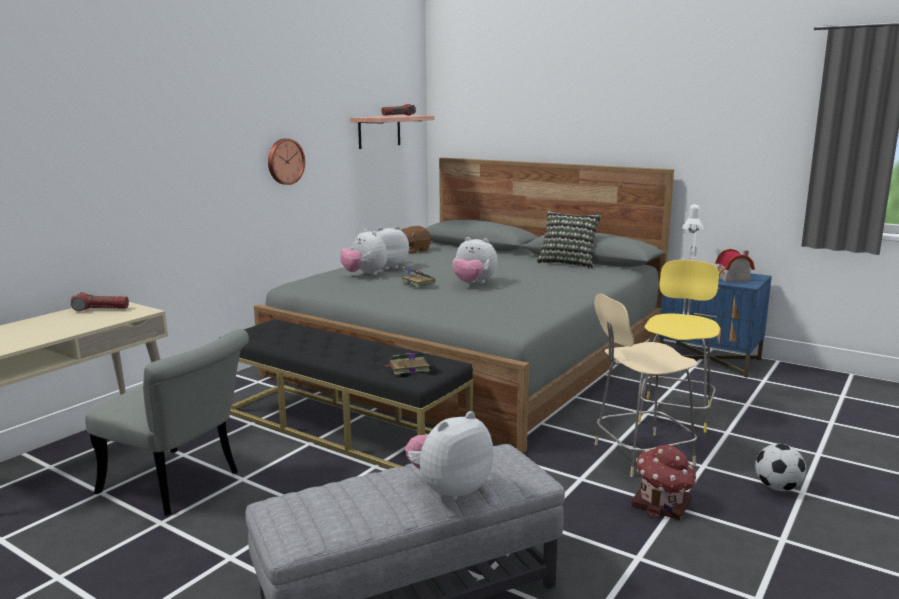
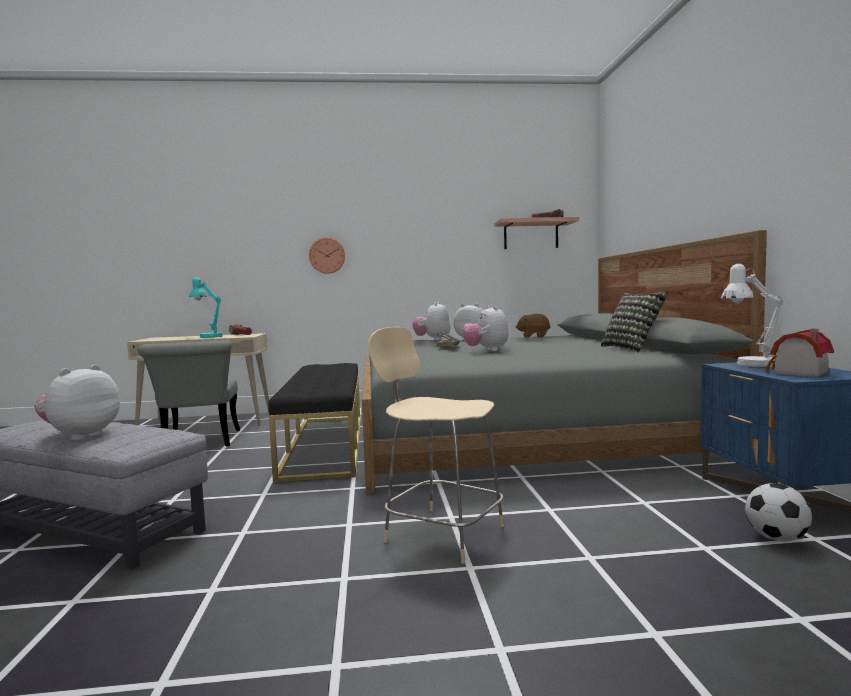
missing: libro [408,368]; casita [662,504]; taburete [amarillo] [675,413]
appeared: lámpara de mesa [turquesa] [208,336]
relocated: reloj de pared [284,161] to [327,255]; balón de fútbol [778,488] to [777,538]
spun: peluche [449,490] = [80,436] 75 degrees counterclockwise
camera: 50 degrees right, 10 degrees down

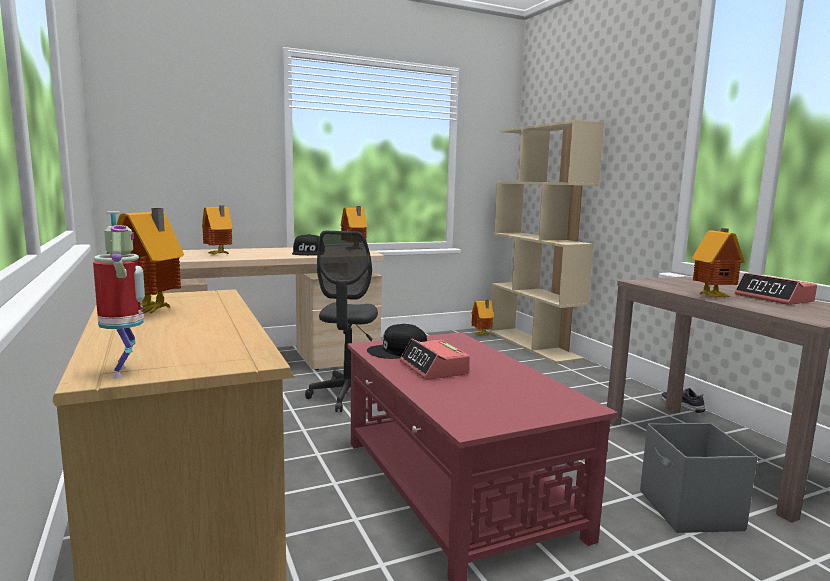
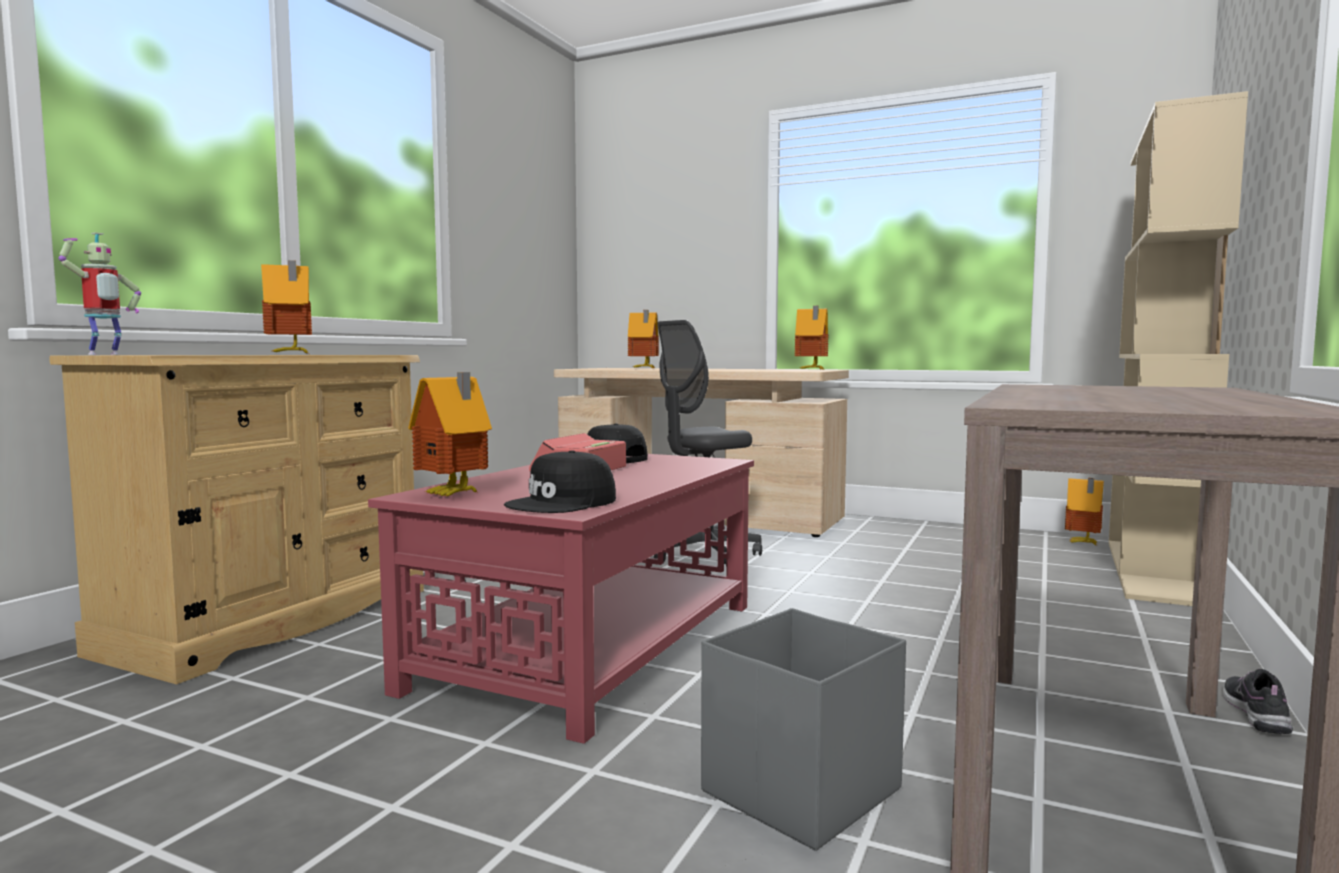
missing: despertador [774,298]
relocated: gorra [negro] [309,253] to [563,503]; casita [714,297] to [454,496]
camera: 50 degrees right, 5 degrees down

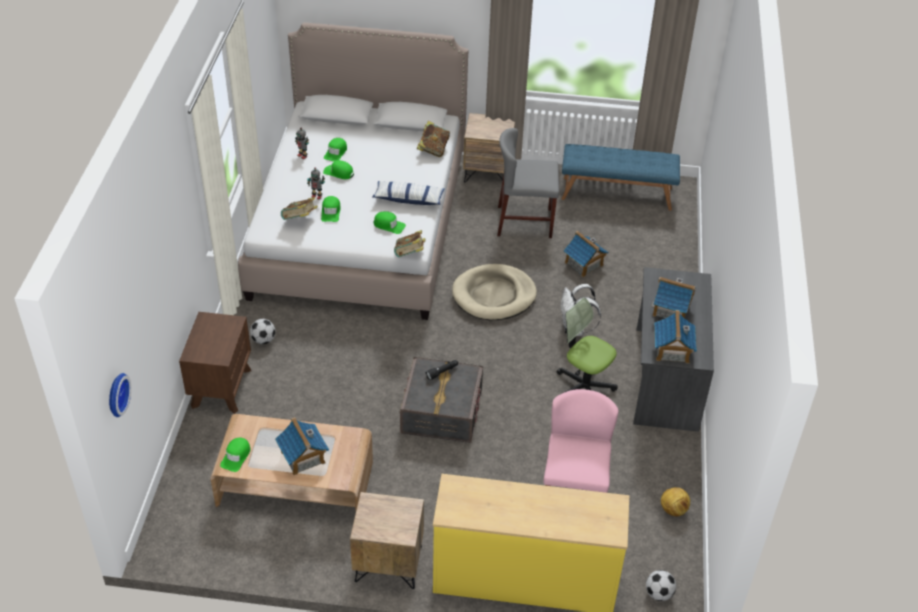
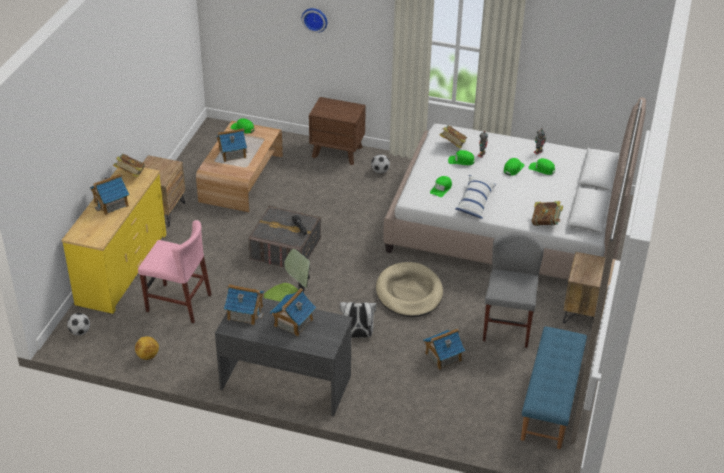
appeared: casita [111,203]
relocated: reloj de pared [116,394] to [315,19]; libro [410,255] to [130,174]
camera: 100 degrees right, 5 degrees down

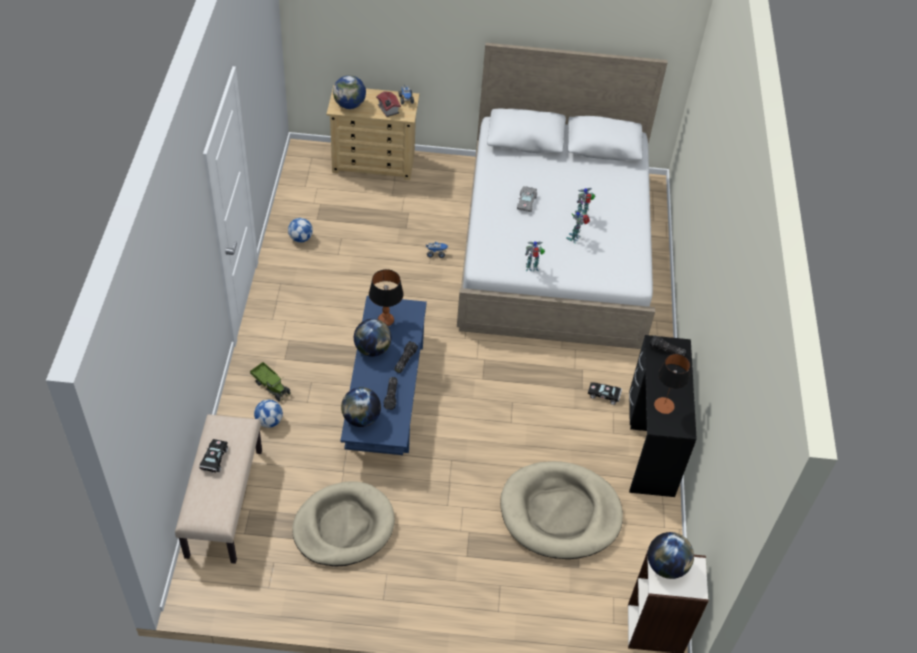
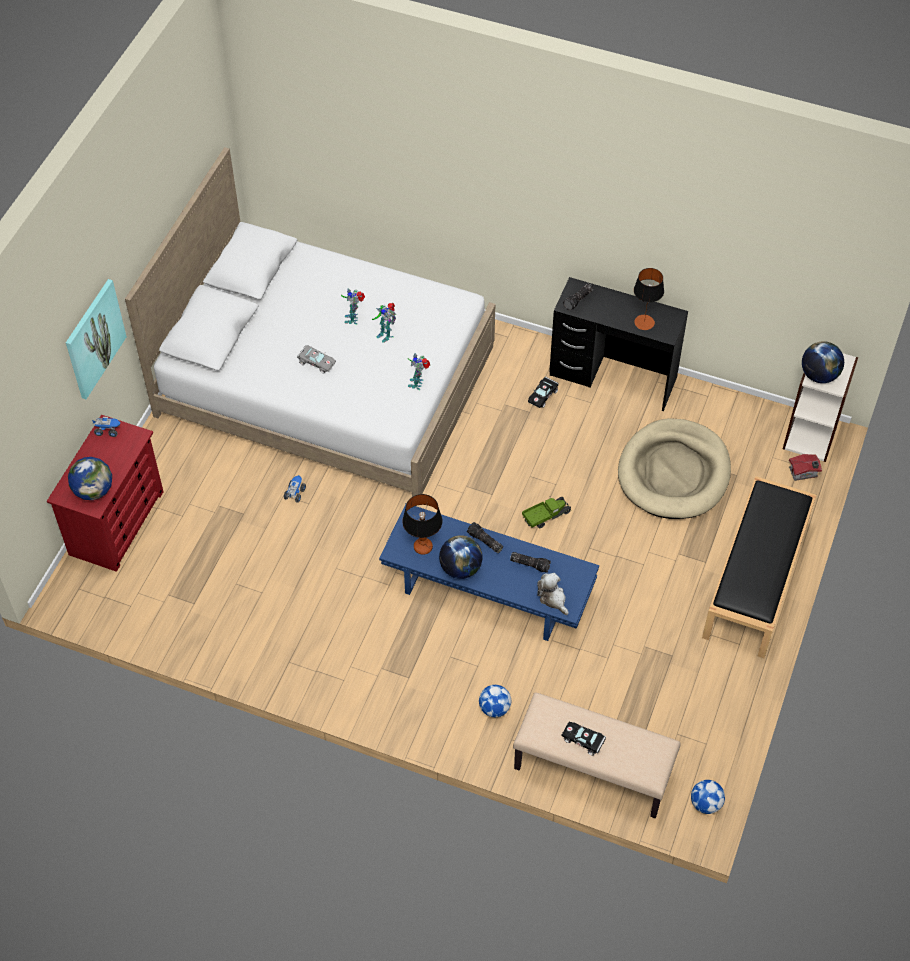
missing: cama para perro [beis] [343,526]
appeared: cuadro [94,338]; banco [negro] [756,581]
relocated: camión de juguete [271,386] to [546,516]; balón de fútbol [301,238] to [705,803]; casita [388,110] to [804,472]
exchanged: globo terráqueo [361,418] to peluche [553,598]
colour: cómoda [beis] [374,163] to cómoda [rojo] [117,522]
camera: 70 degrees left, 5 degrees up

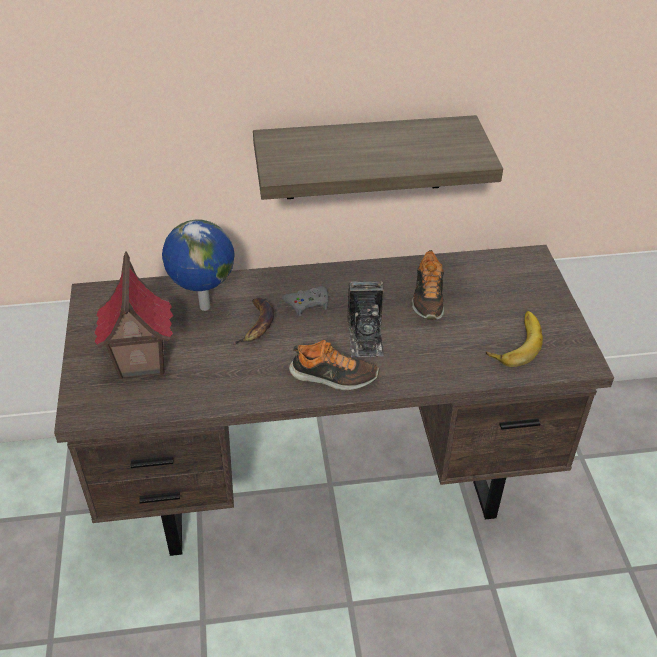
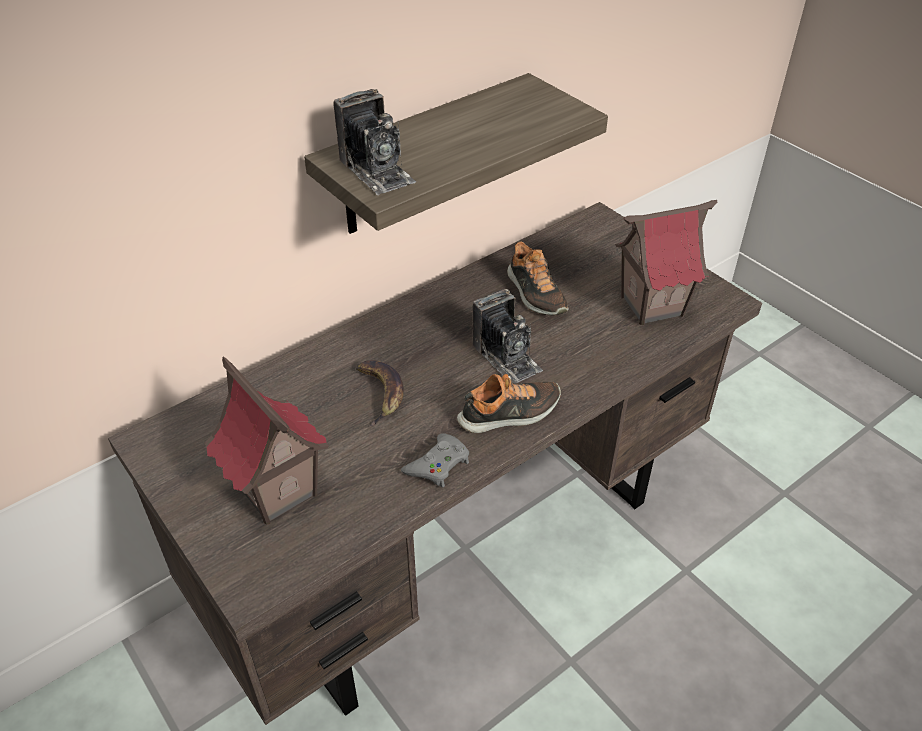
missing: globo terráqueo [203,307]
appeared: cámara [377,170]
relocated: mando de consola [gris] [307,303] to [438,465]
exchanged: plátano [514,342] to casita [651,305]
camera: 30 degrees left, 0 degrees up

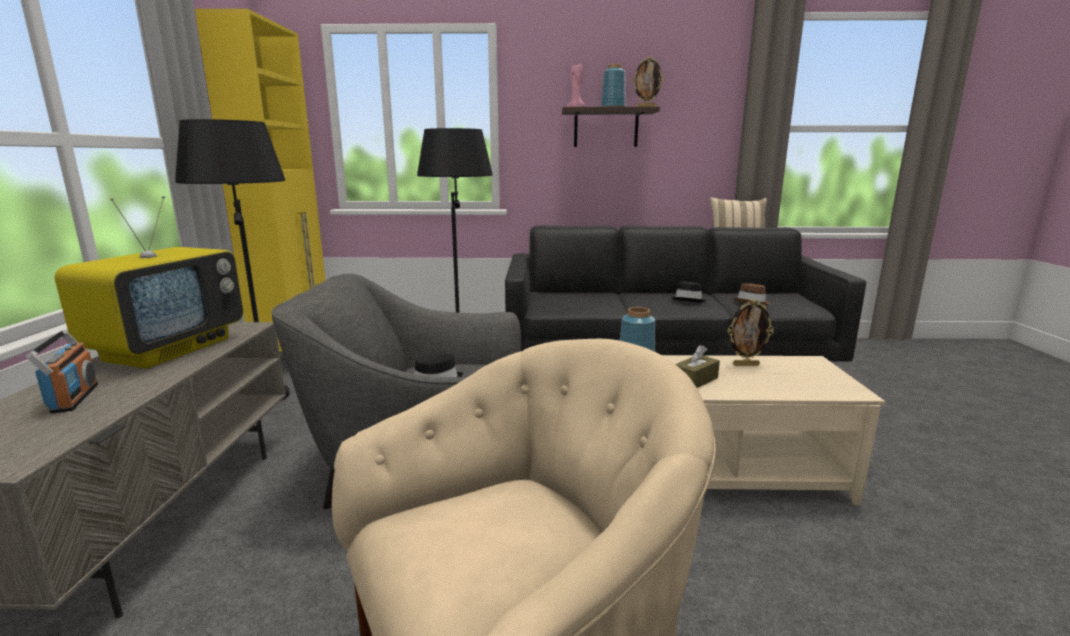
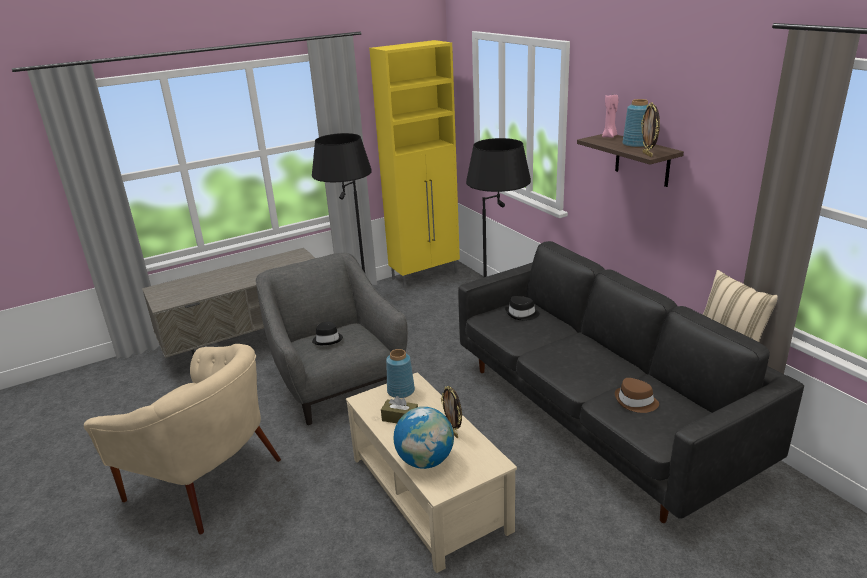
missing: radio [73,398]; televisor [169,349]
appeared: globo terráqueo [425,460]
relocated: sombrero [negro] [688,300] to [522,314]
camera: 60 degrees right, 10 degrees up

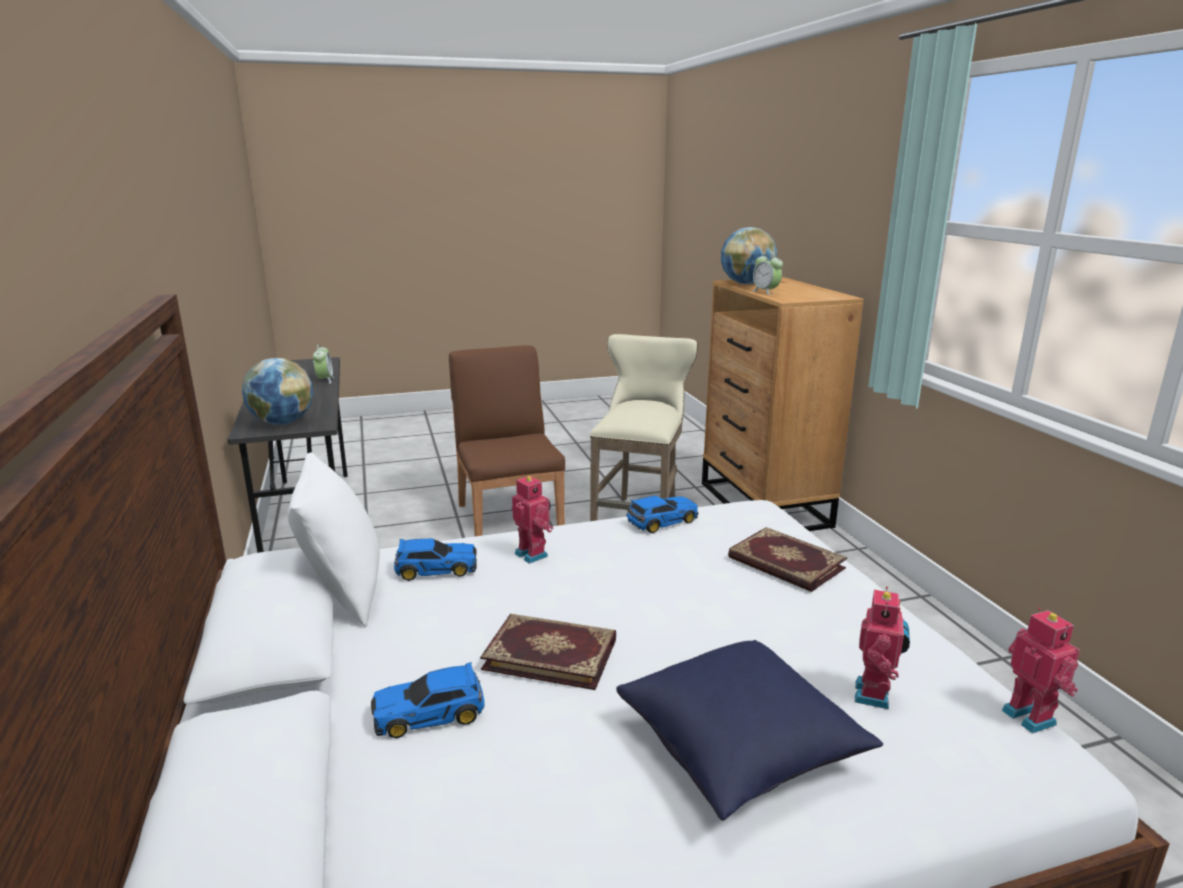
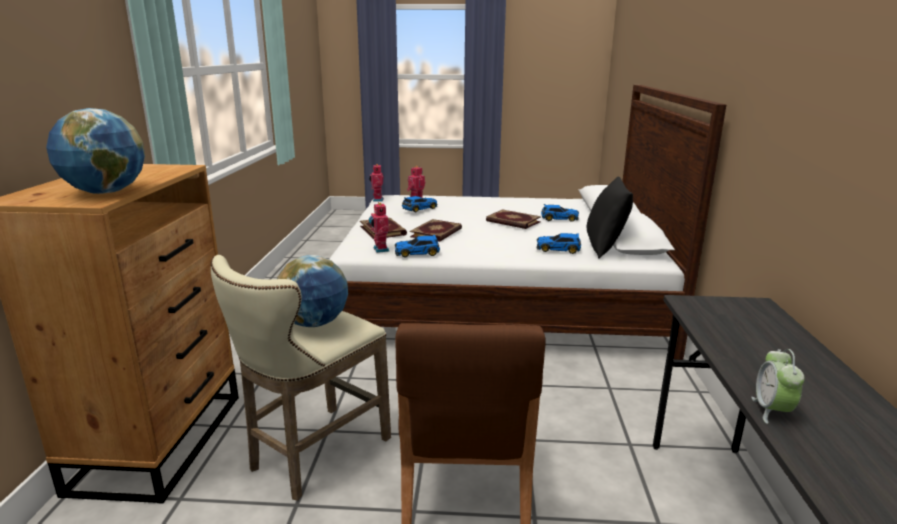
missing: cojín [azul] [740,749]; despertador [765,292]
appeared: coche de juguete [419,209]; libro [437,233]
relocated: globo terráqueo [282,423] to [314,323]; robot de juguete [533,554] to [380,249]
colour: cojín [blanco] [343,593] to cojín [negro] [605,248]
camera: 160 degrees left, 0 degrees up

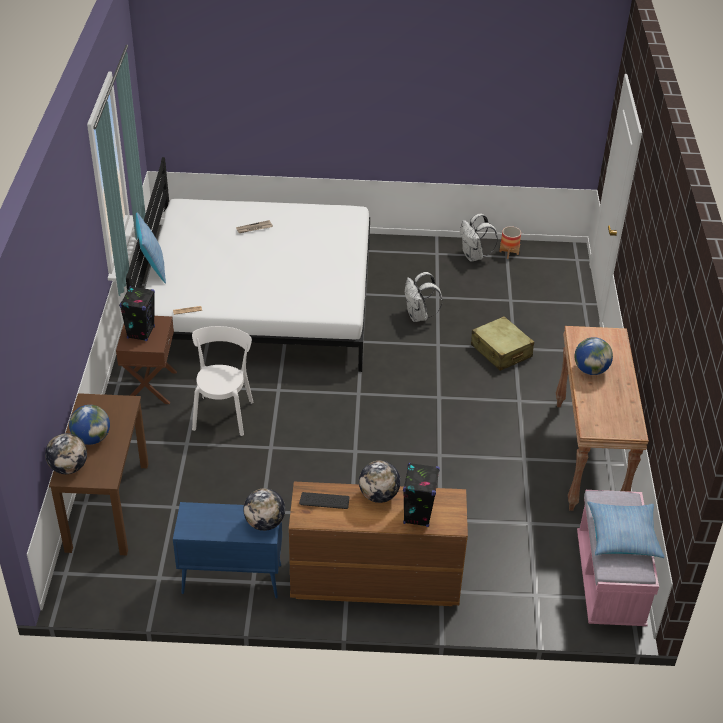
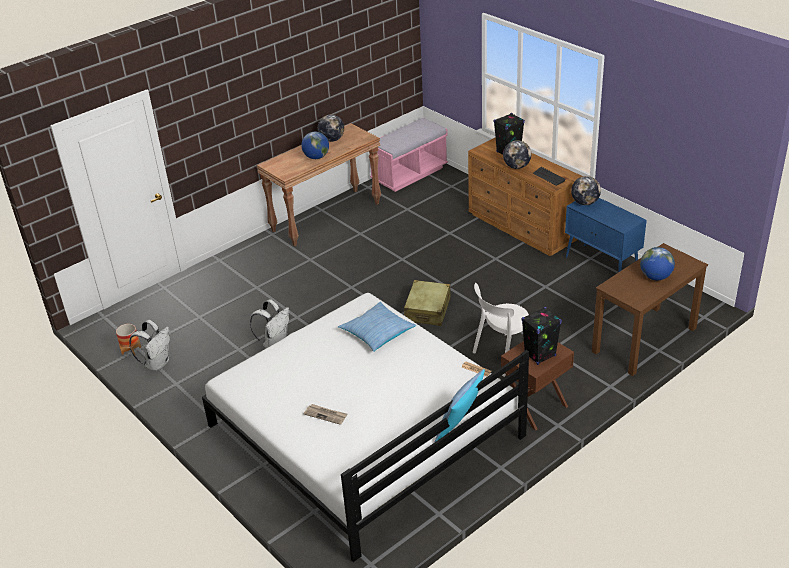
relocated: globo terráqueo [69,467] to [332,140]; maleta [beis] [501,351] to [428,310]; cojín [623,536] to [377,332]
camera: 130 degrees left, 5 degrees down

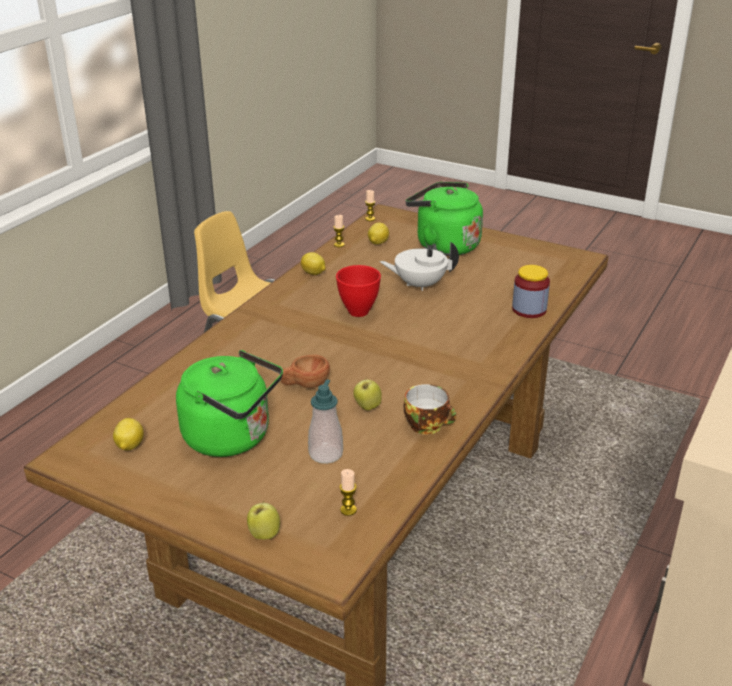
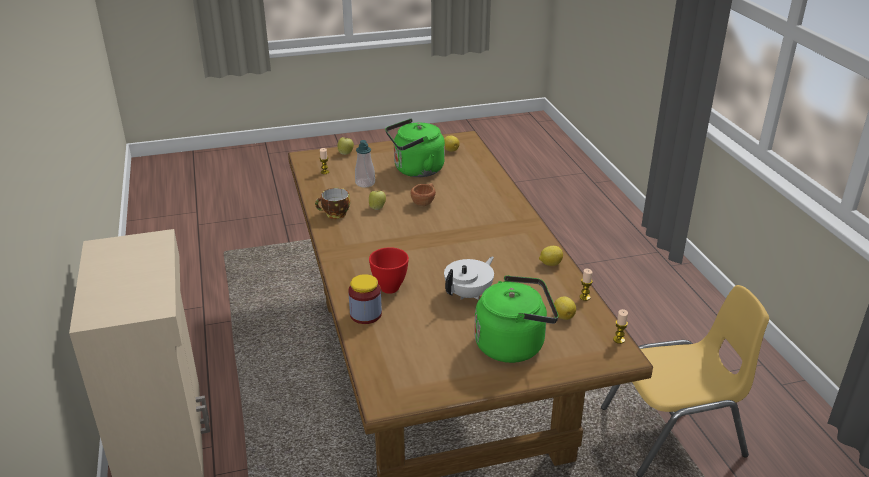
relocated: cuenco [rojo] [358,311] to [390,288]
camera: 135 degrees right, 0 degrees up

